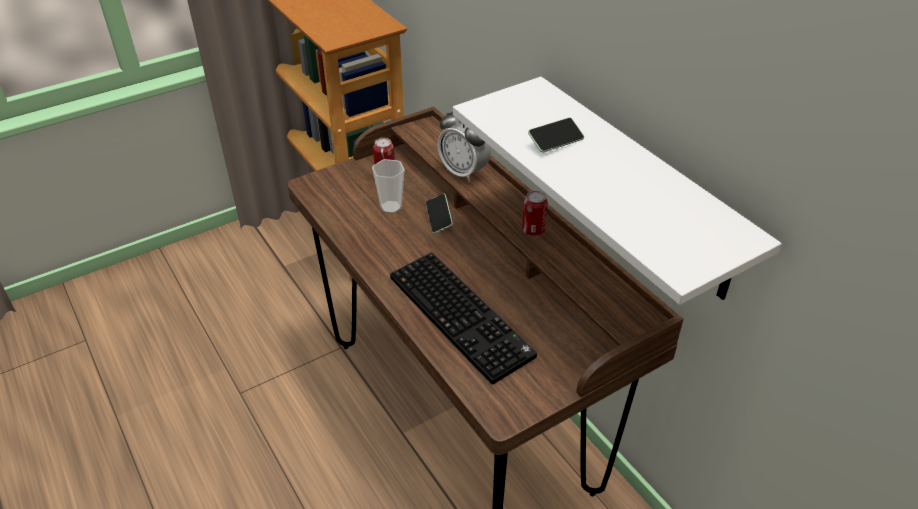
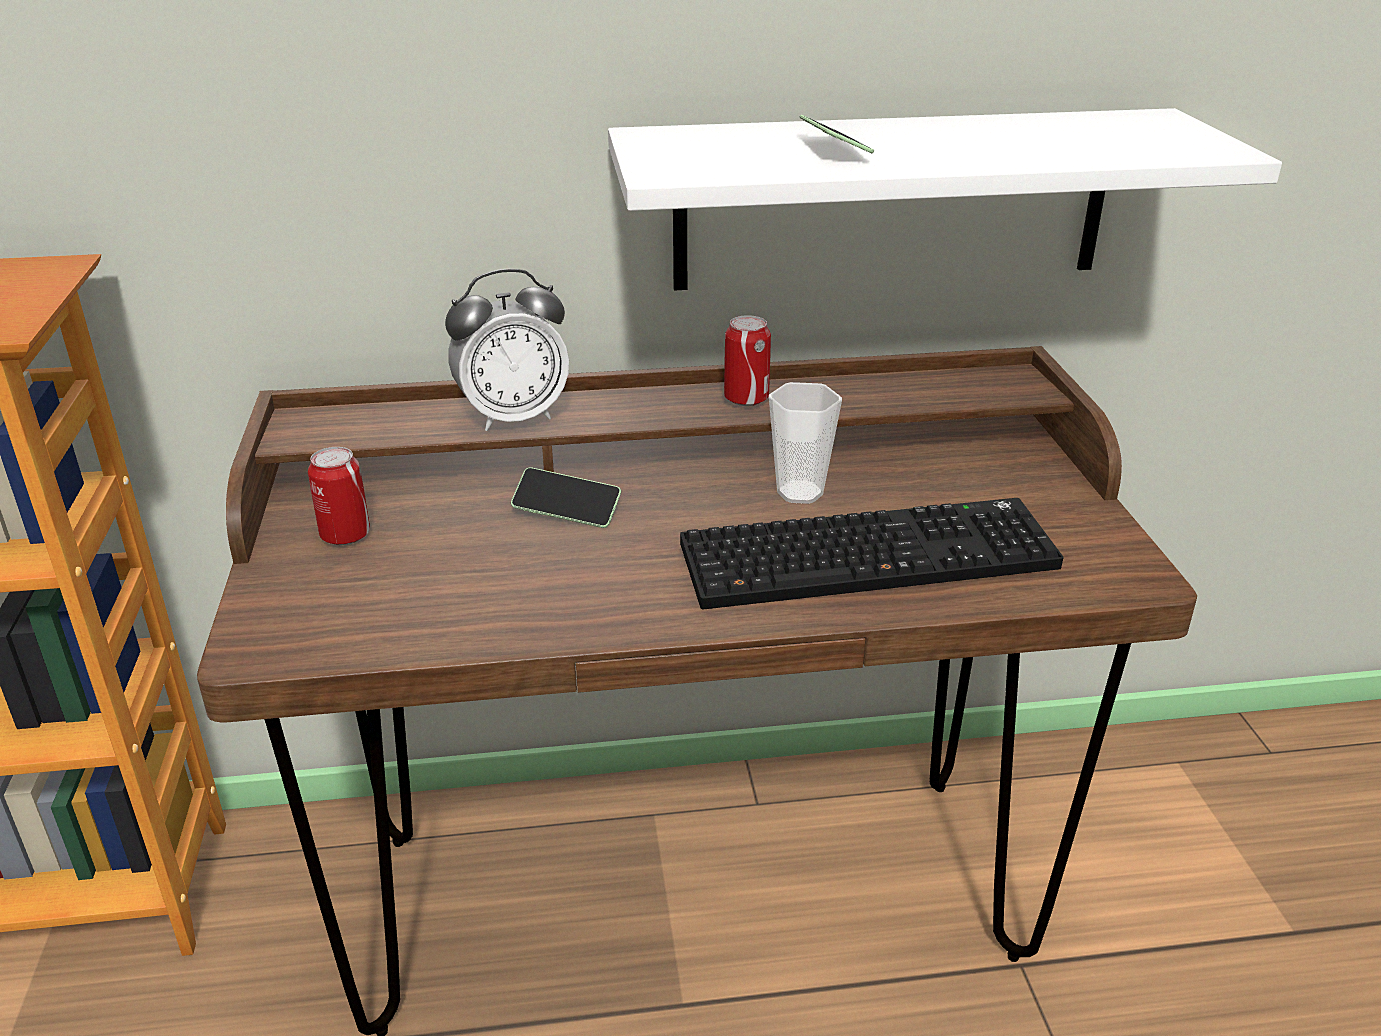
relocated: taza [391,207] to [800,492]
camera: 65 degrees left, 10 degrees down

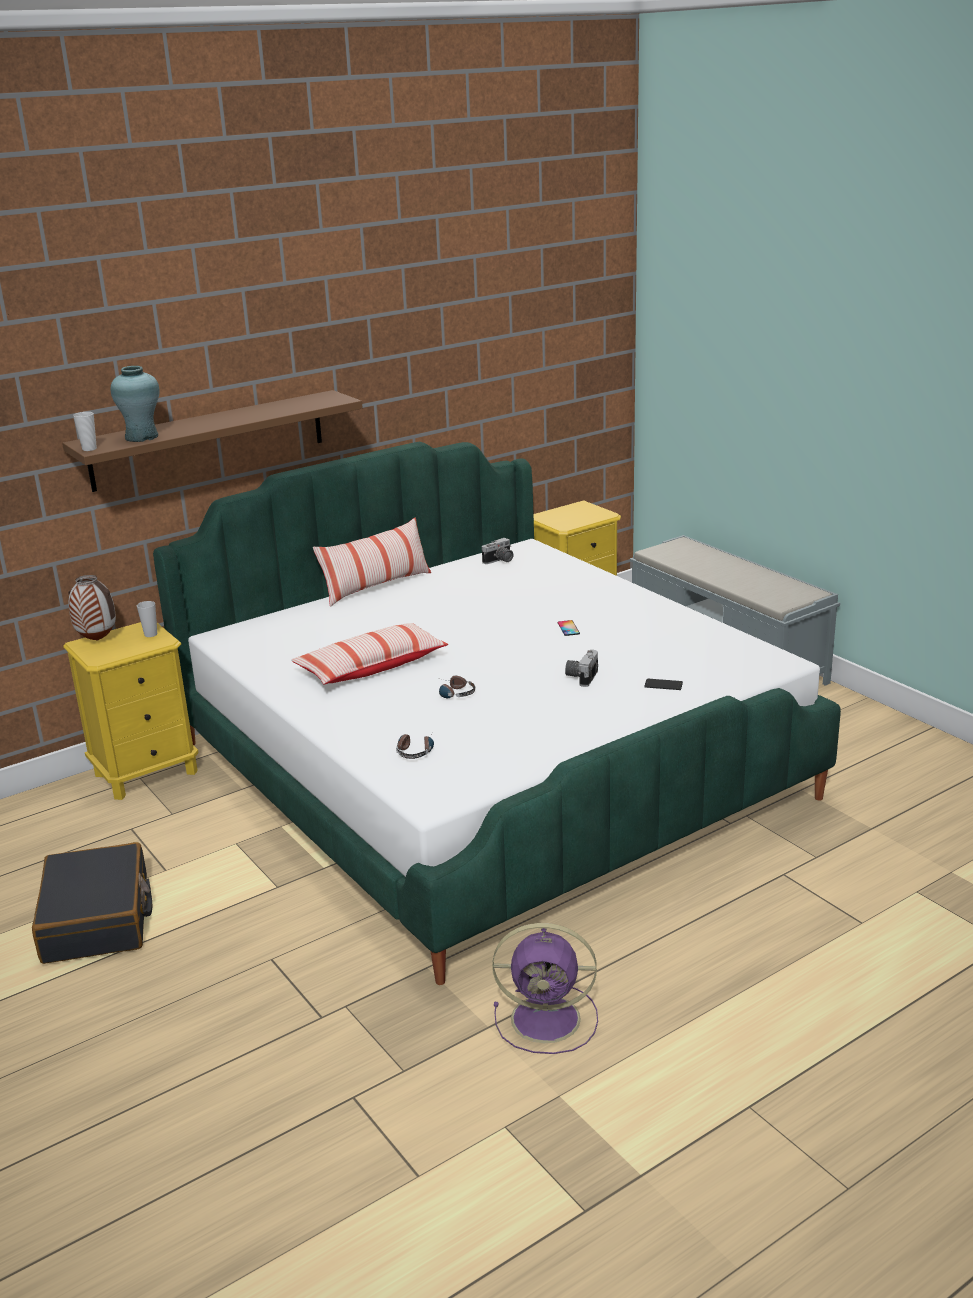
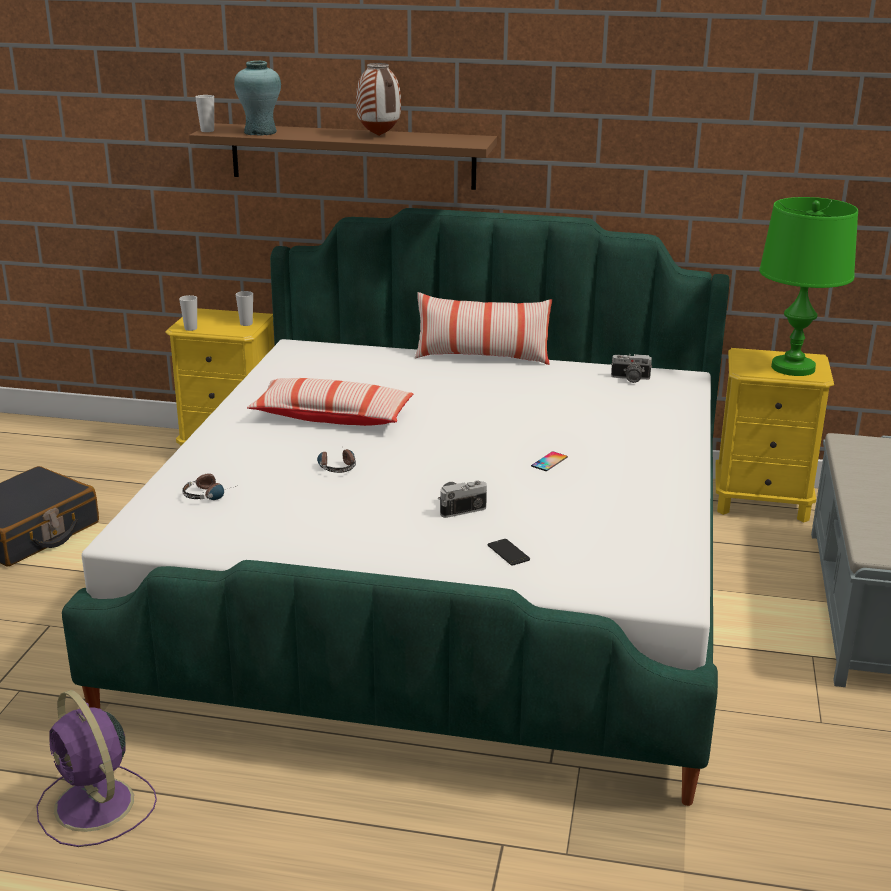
appeared: taza [190,328]; lámpara de mesa [verde] [793,368]
relocated: florero [97,640] to [378,135]
camera: 45 degrees right, 0 degrees up

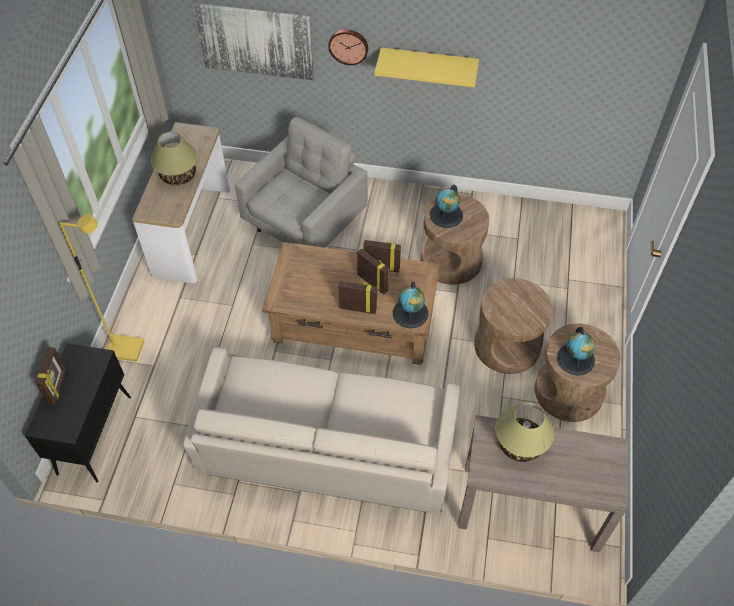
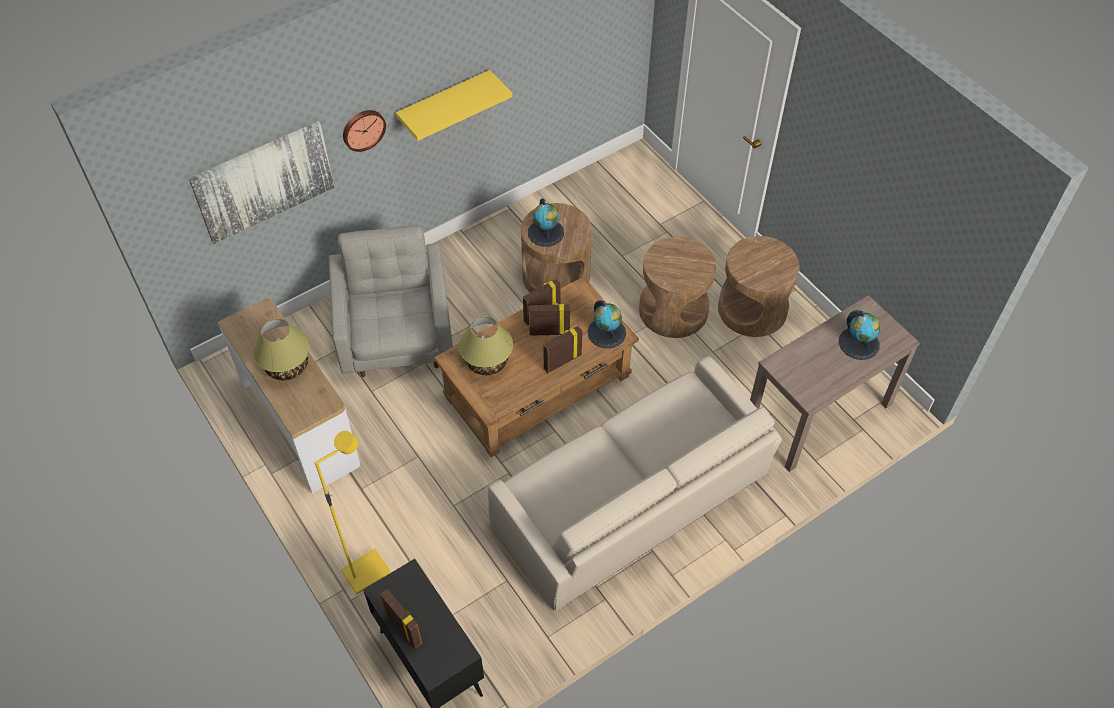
relocated: lámpara de mesa [520,445] to [487,362]; globo terráqueo [575,359] to [859,343]
camera: 45 degrees left, 0 degrees up

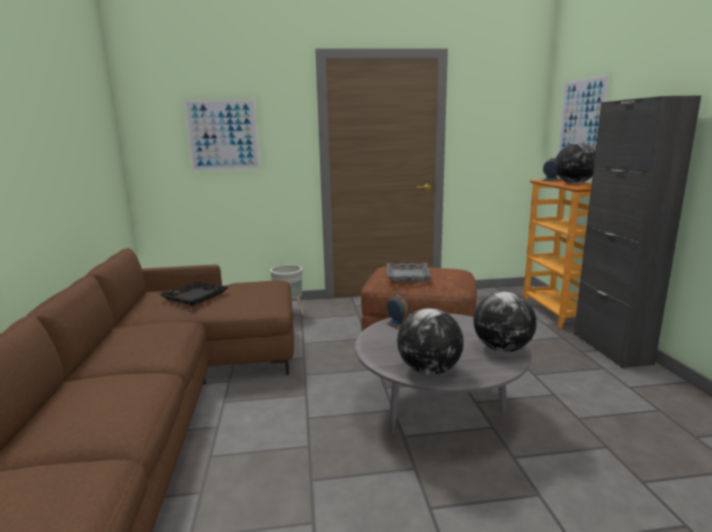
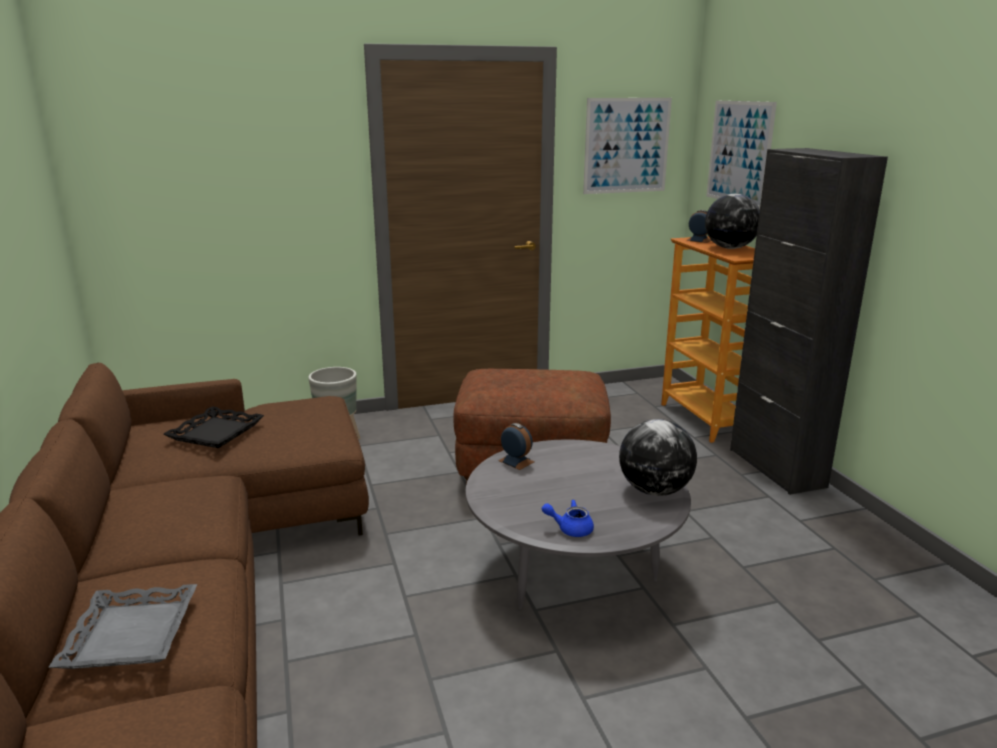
relocated: cuadro [223,135] to [626,146]; bandeja [gris] [407,275] to [130,634]
exchanged: globo terráqueo [429,371] to tetera [azul] [570,528]
camera: 10 degrees left, 5 degrees up

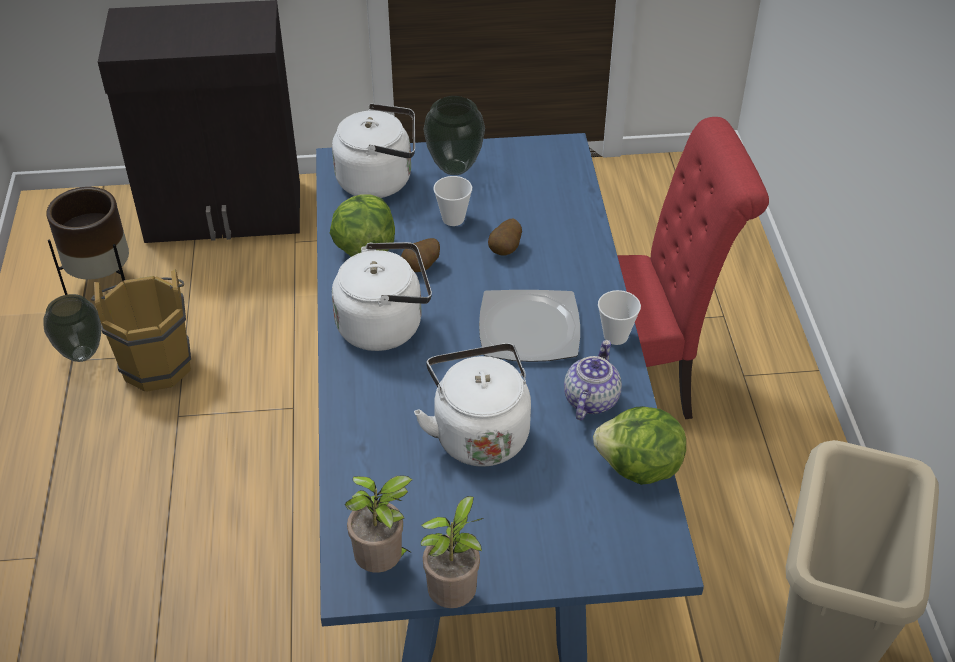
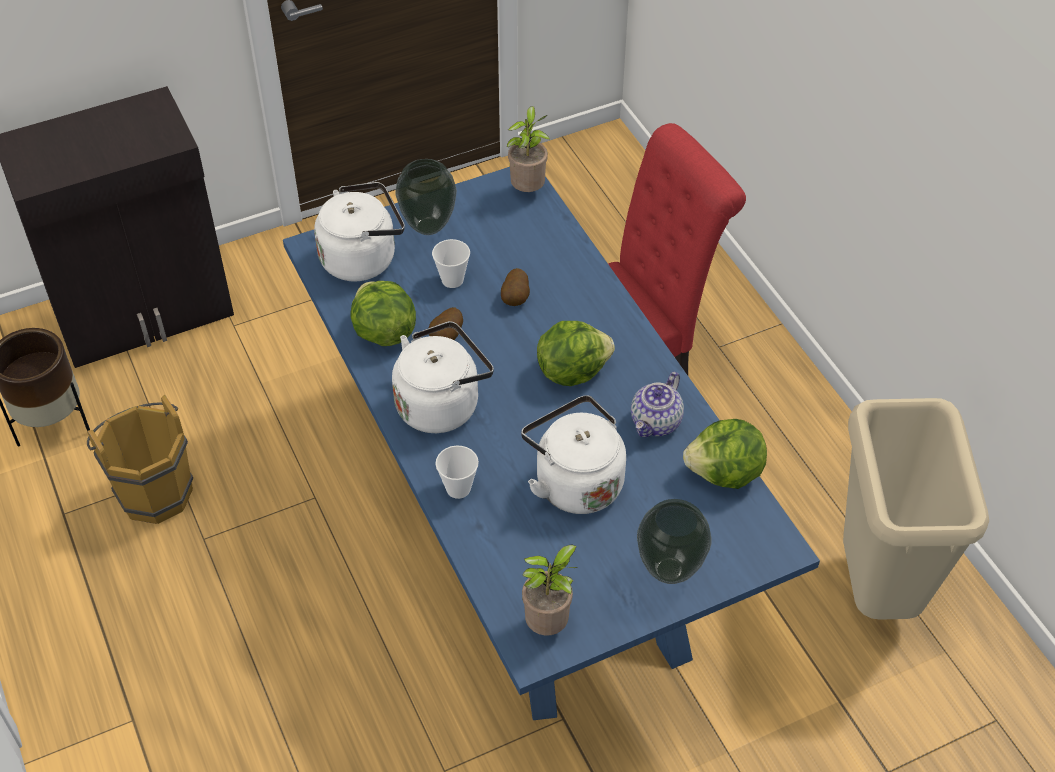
relocated: florero [81,354] to [669,571]; planta en maceta [454,596] to [528,190]; taza [615,336] to [458,488]
exchanged: plato [528,328] to lechuga [572,370]
spun: tetera [590,399] = [656,423] 150 degrees counterclockwise
camera: 20 degrees left, 5 degrees up

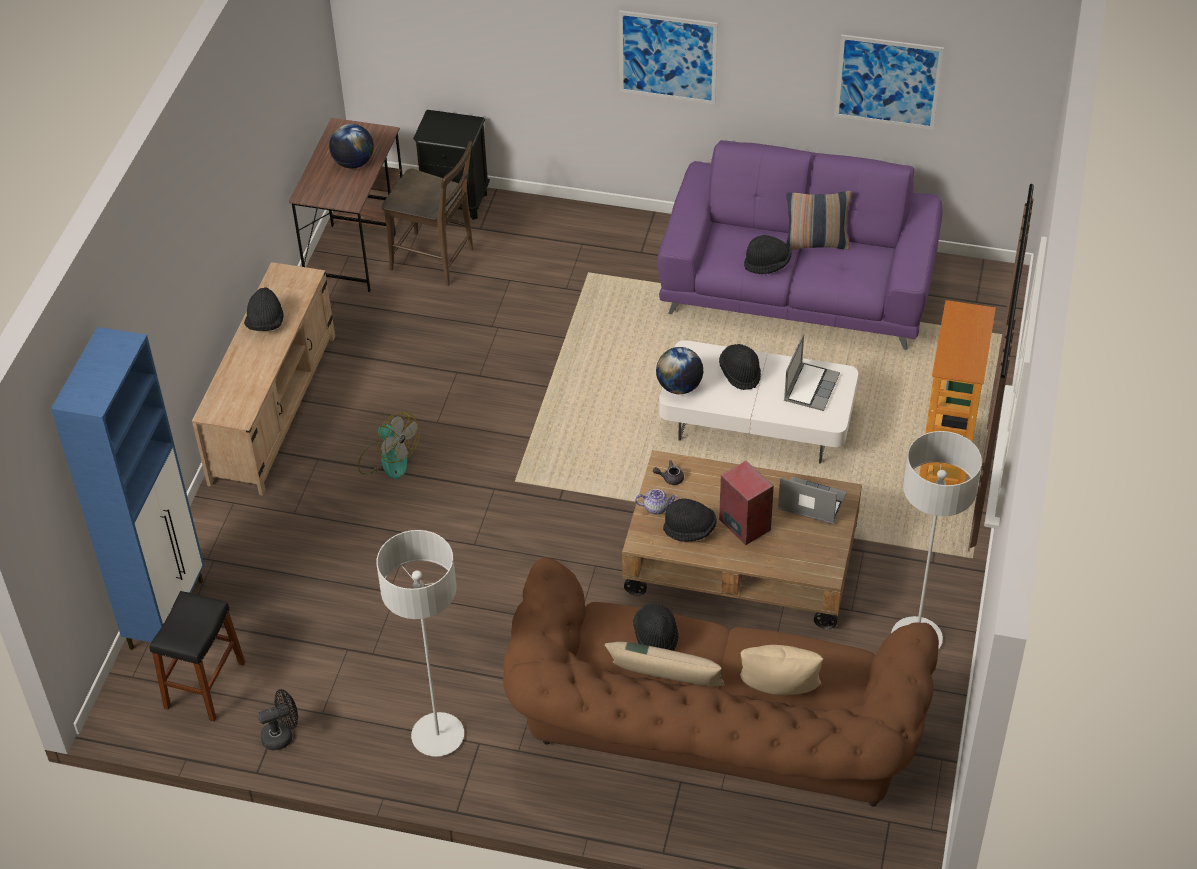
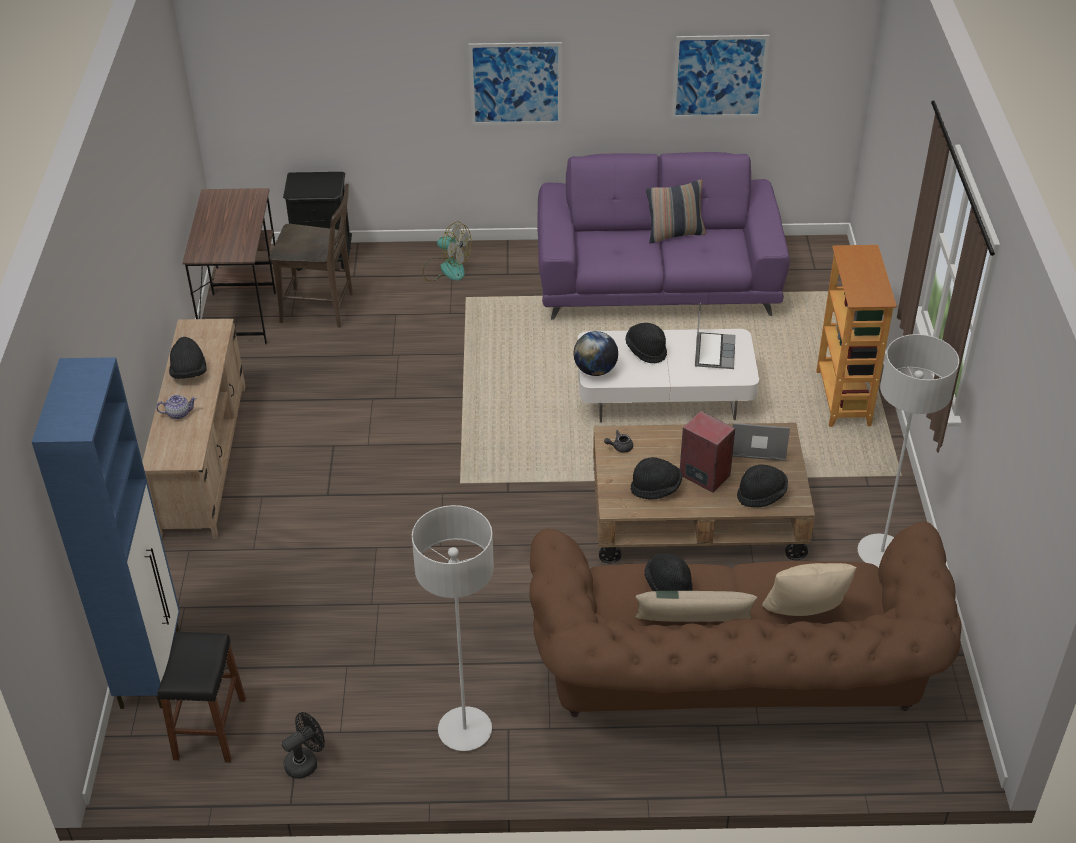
missing: globo terráqueo [353,163]
relocated: ventilador [388,459] to [446,268]; tetera [656,507] to [179,413]; sombrero [negro] [767,264] to [761,495]
camera: 15 degrees left, 5 degrees down

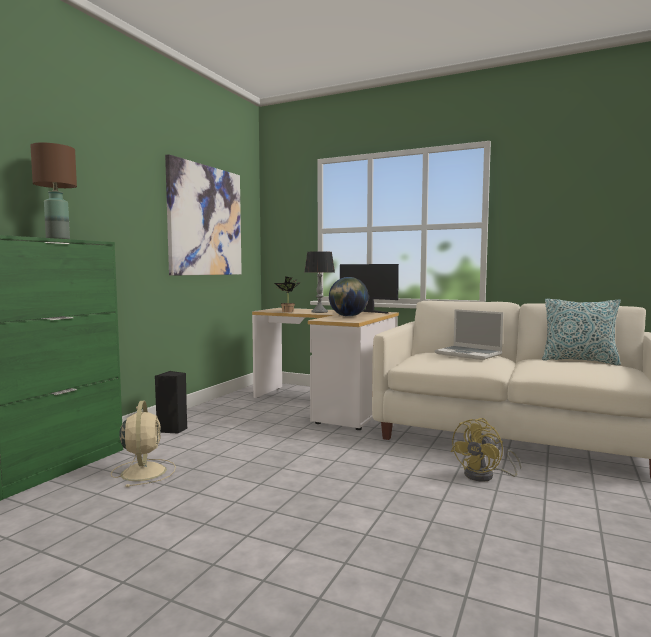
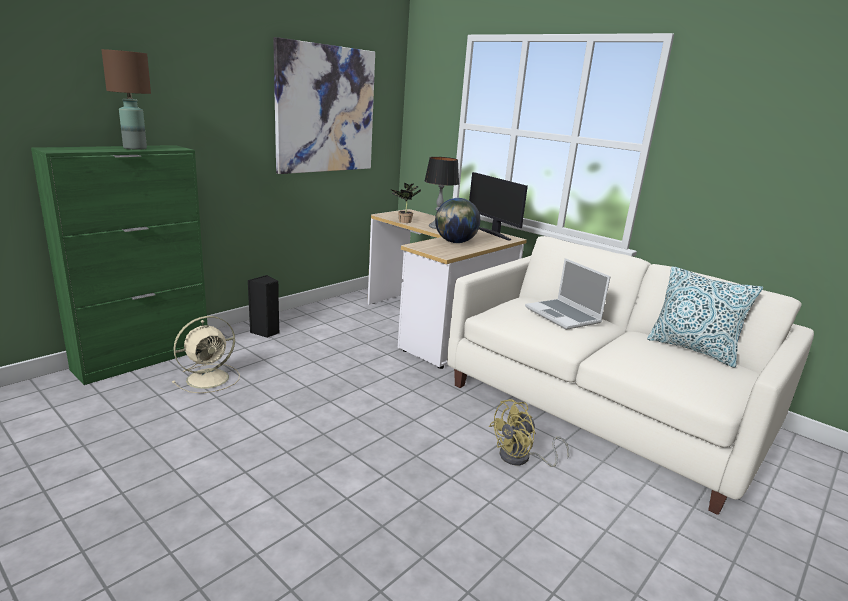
spun: ventilador [beis] [144,471] = [209,378] 45 degrees clockwise
camera: 15 degrees right, 15 degrees up

